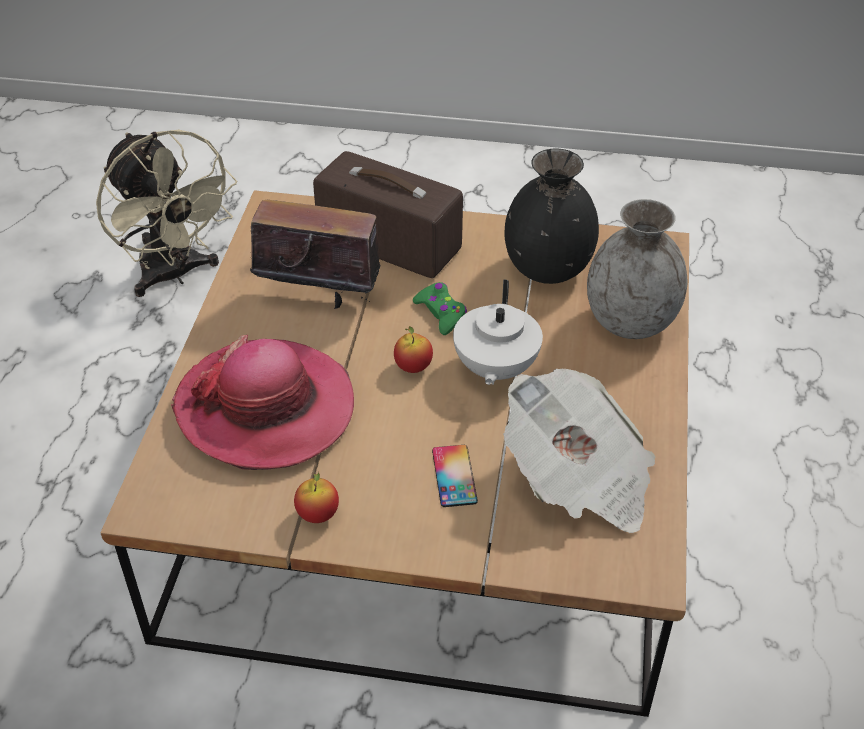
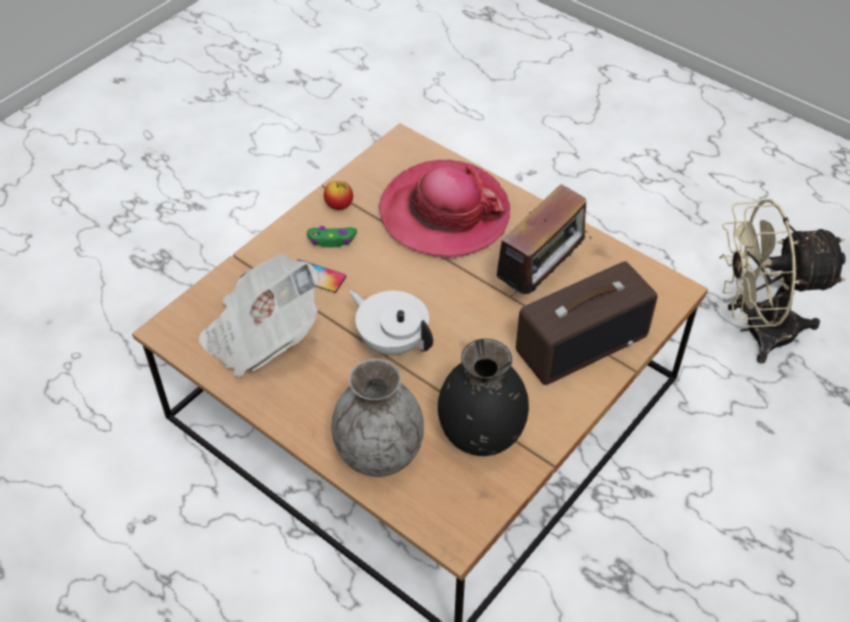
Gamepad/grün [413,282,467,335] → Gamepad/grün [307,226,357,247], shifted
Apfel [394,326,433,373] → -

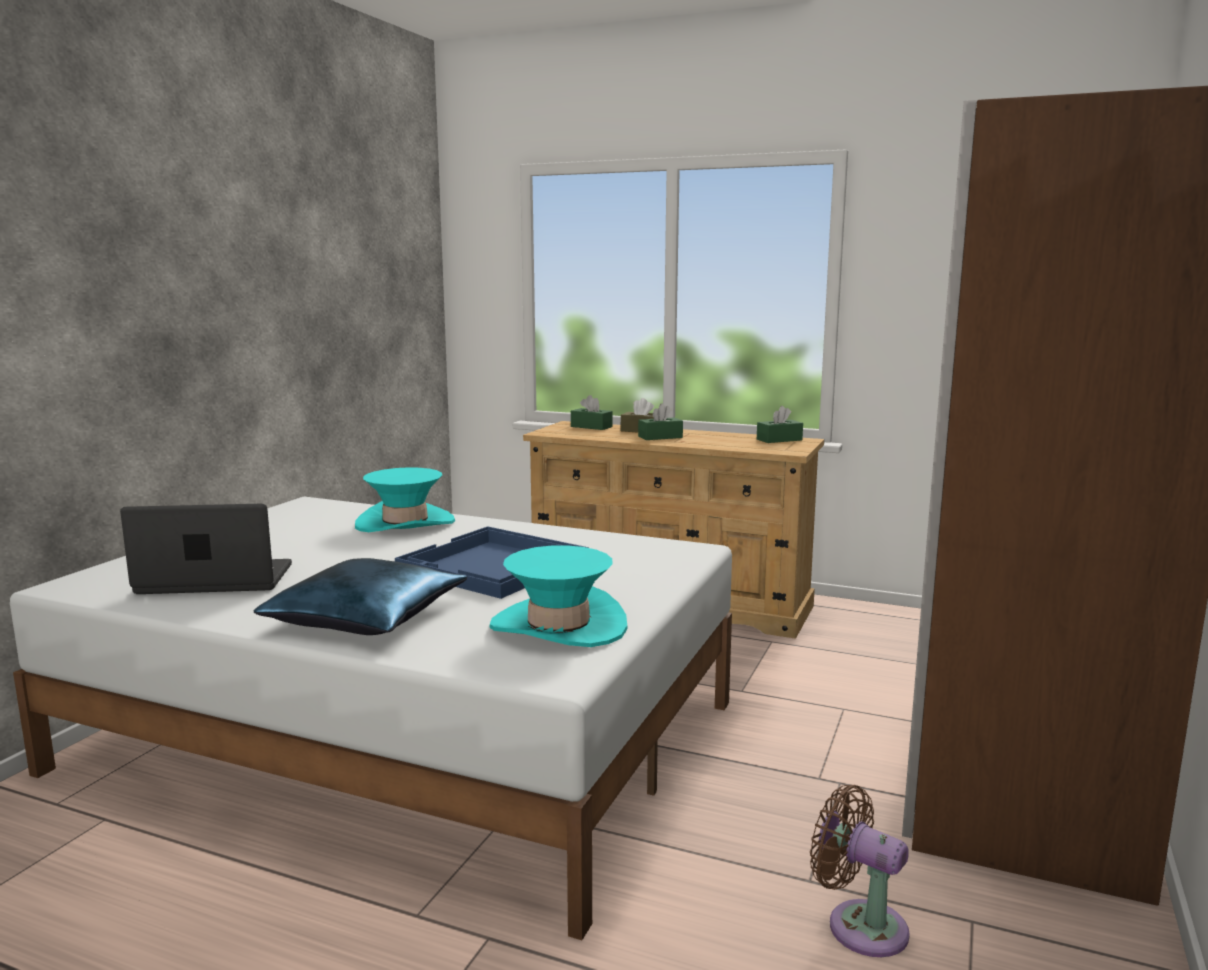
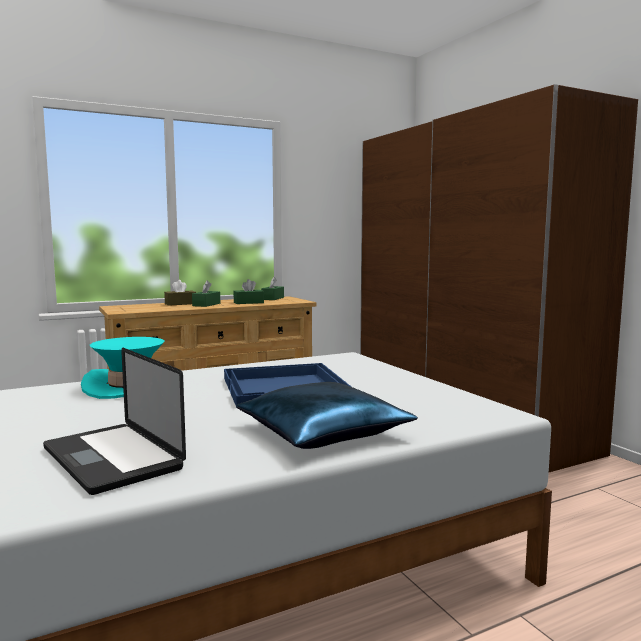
Laptop [120,504,292,594] → Laptop [43,348,186,495], 75 degrees counterclockwise
Taschentuchbox/grün [571,395,613,430] → Taschentuchbox/grün [234,279,264,304], shifted
Hut/türkis [489,545,628,647] → -
Ventilator/braun [810,785,910,957] → -

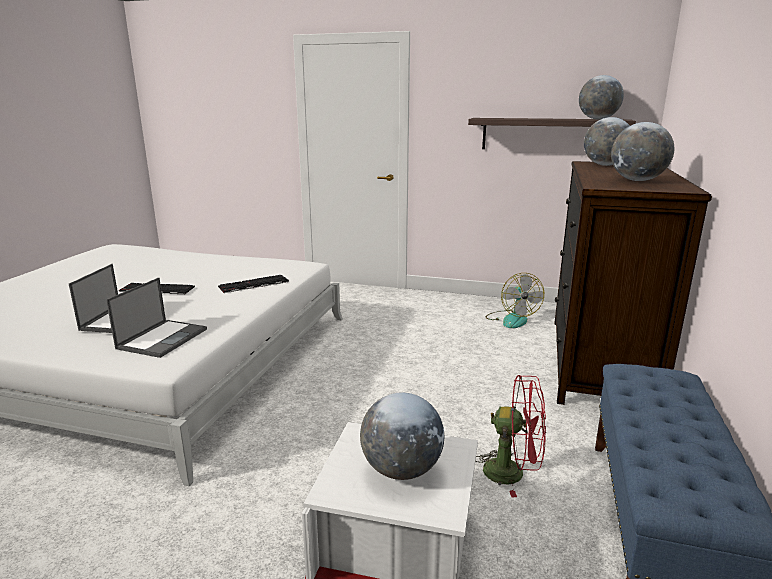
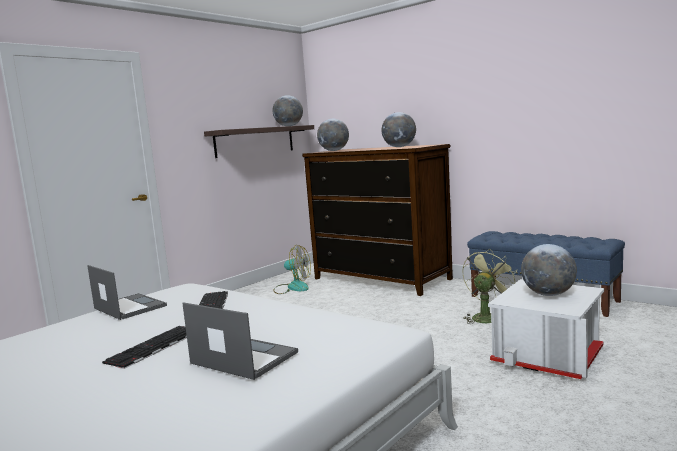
Laptop [106,278,207,358] → Laptop [87,265,167,320], shifted
Ventilator/rot [476,375,546,497] → Ventilator/grün [462,249,517,324]

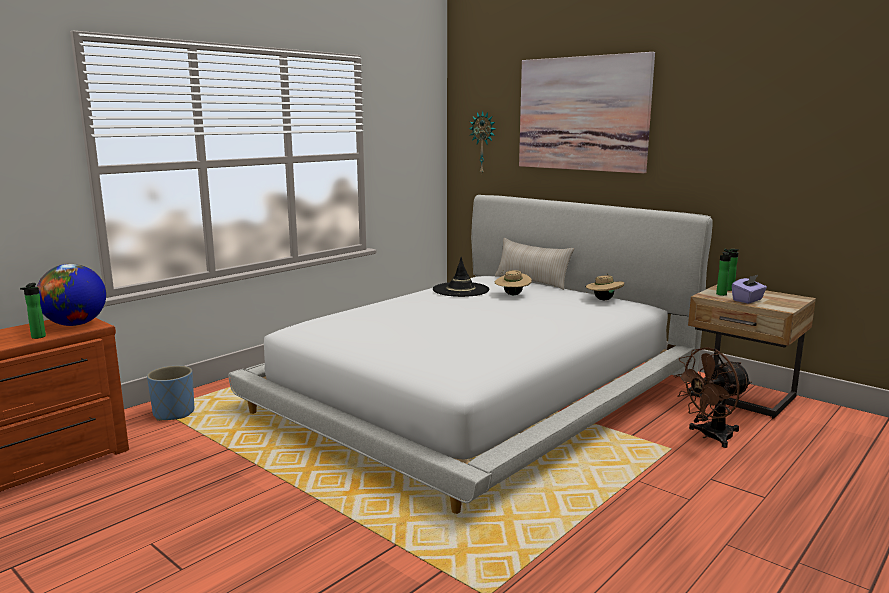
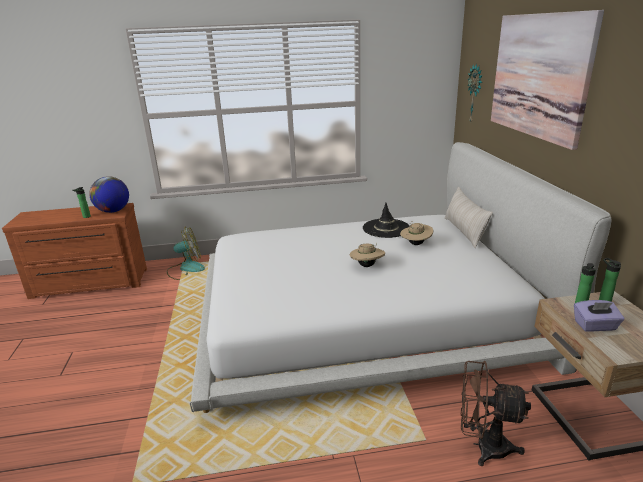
Pflanzkübel/blau [147,366,194,421] → Ventilator [167,227,205,280]
Hut/beige [586,275,624,300] → Hut/beige [350,242,385,267], shifted

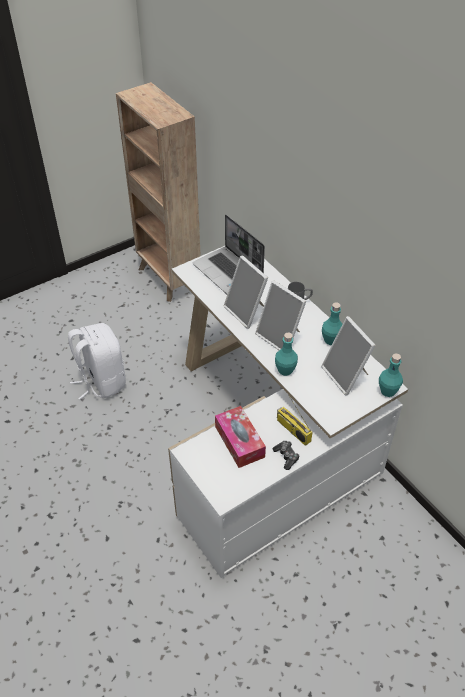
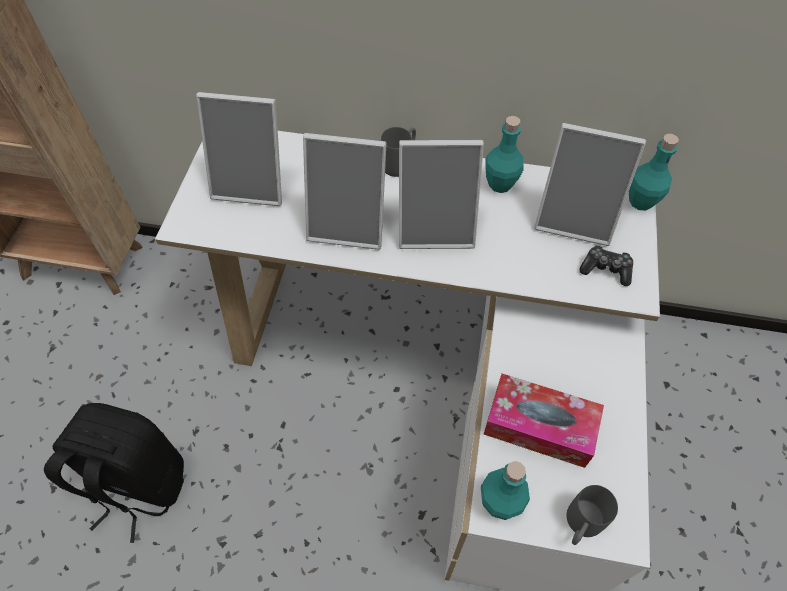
Rucksack/weiß [68,323,126,400] → Rucksack/schwarz [44,403,184,543]
Laptop [193,215,265,294] → Bilderrahmen [196,92,282,206]
Flasche/türkis [275,332,298,376] → Flasche/türkis [481,461,530,520], shifted
- → Henkelbecher/grau [566,485,618,545]
Gamepad [273,441,300,470] → Gamepad [579,245,633,286], shifted
Radio [277,395,312,446] → -

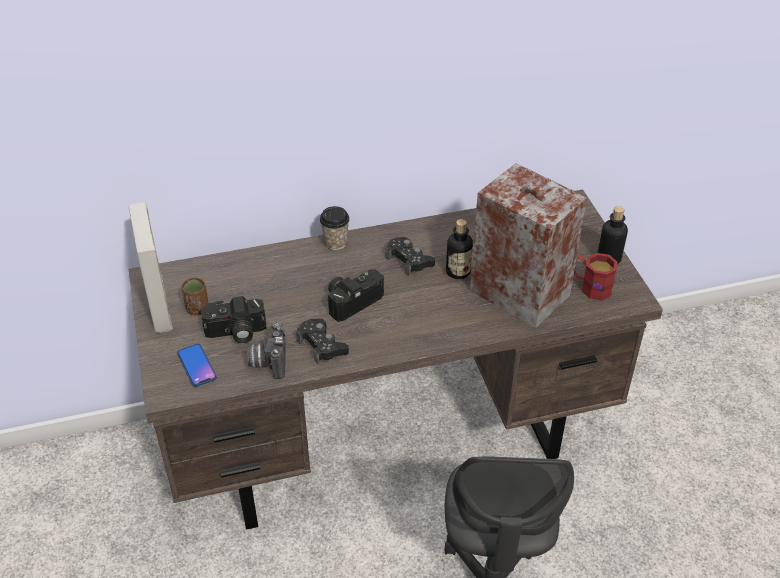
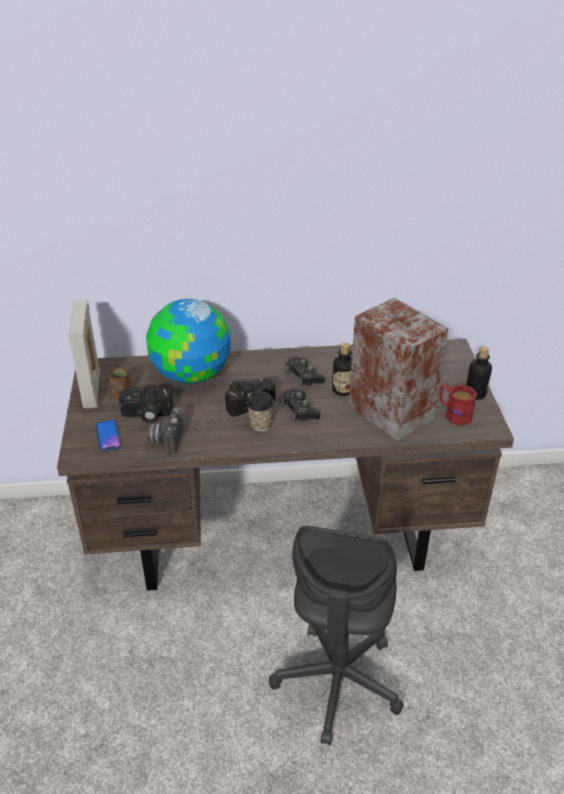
- → Globus [146,299,231,384]
Tasse [320,206,350,250] → Tasse [246,391,274,431], shifted
Gamepad/schwarz [296,319,349,364] → Gamepad/schwarz [279,389,320,424], shifted

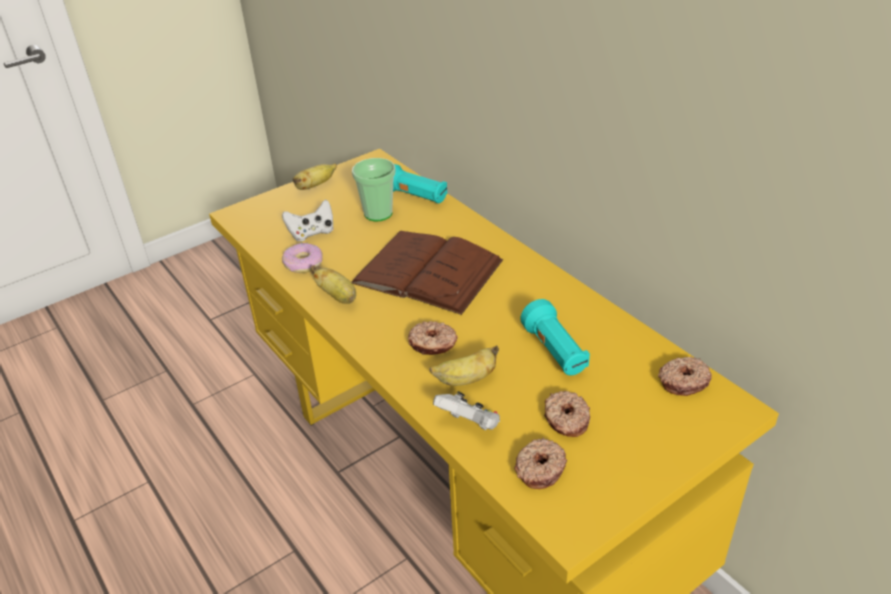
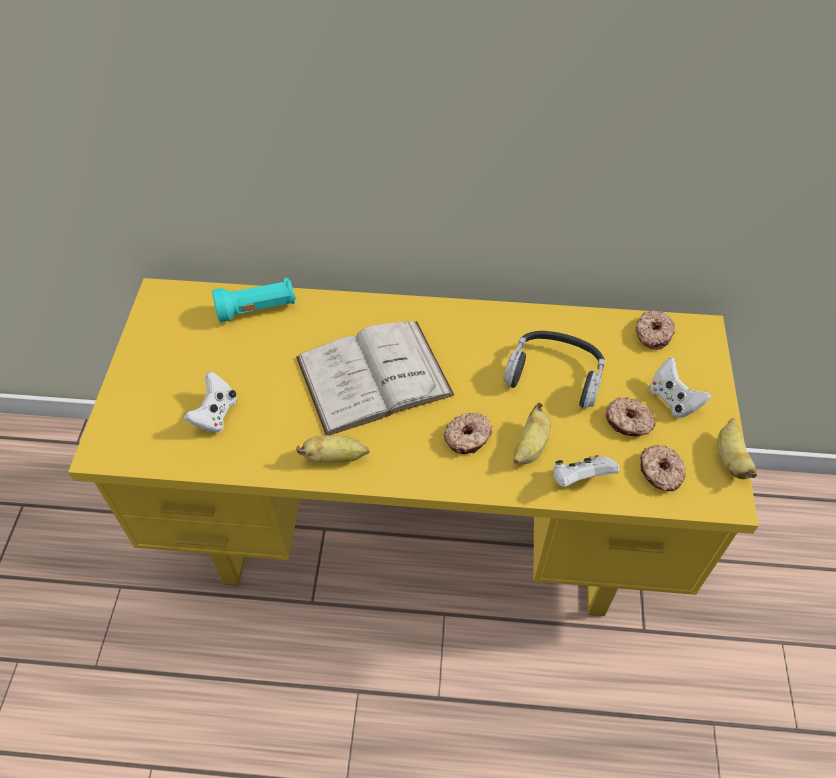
Buch/braun [351,231,503,315] → Buch/weiß [296,321,454,435]
Taschenlampe/türkis [520,299,590,376] → Kopfhörer [503,331,605,409]
- → Gamepad/weiß [649,358,711,419]
Banane [293,163,337,190] → Banane [717,418,757,479], shifted
Donut [282,243,322,273] → -
Tasse [352,158,396,221] → -

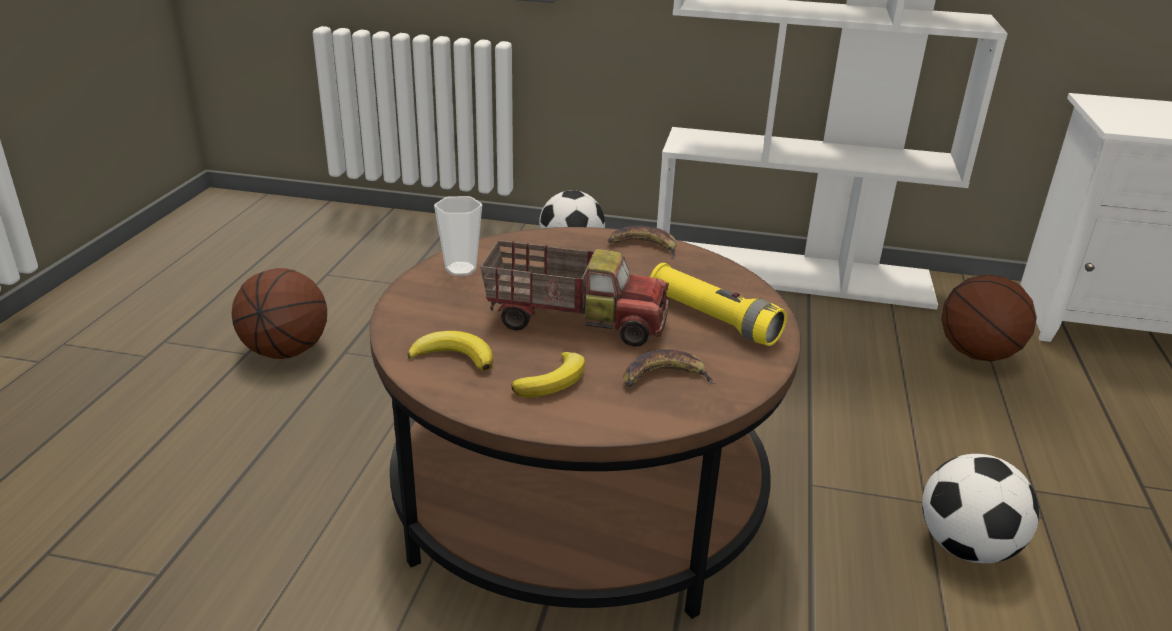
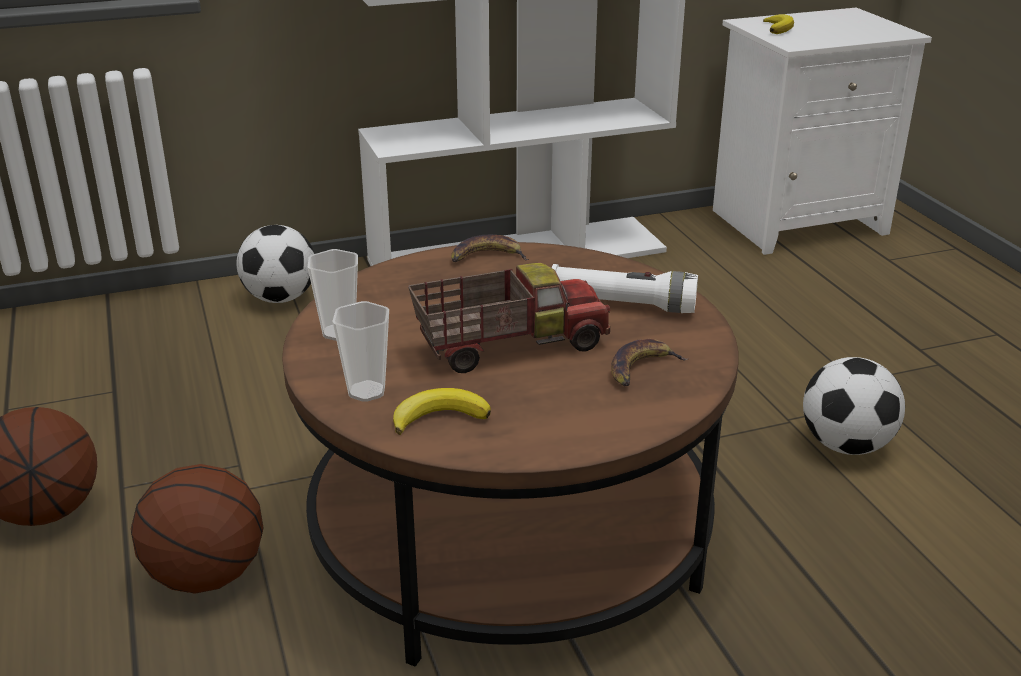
Basketball [941,274,1037,362] → Basketball [131,464,263,594], shifted
- → Tasse [332,301,389,402]
Taschenlampe/gelb [650,263,787,346] → Taschenlampe/weiß [552,264,698,313]
Banane [511,352,585,397] → Banane [763,14,794,34], shifted

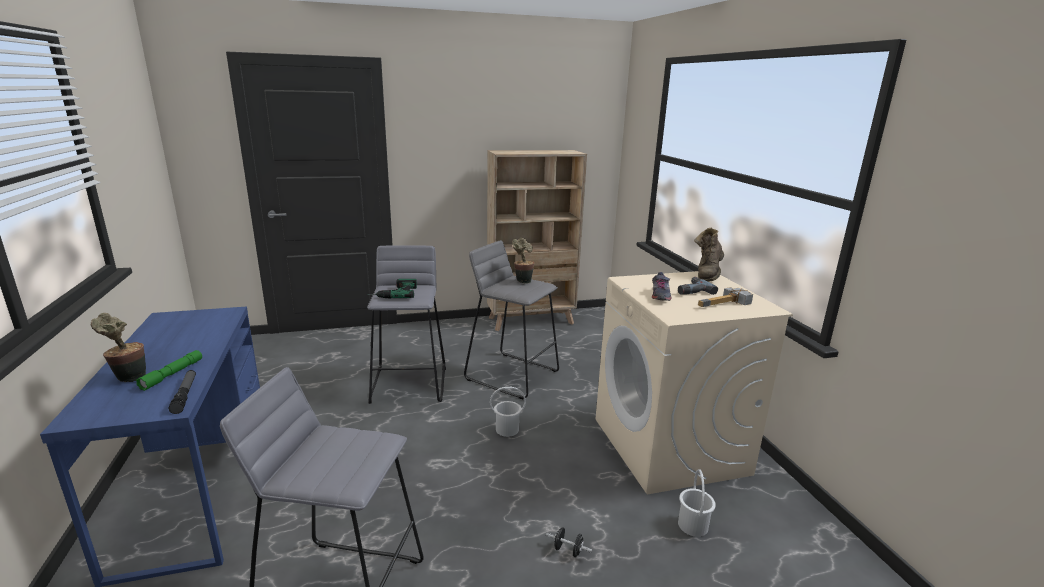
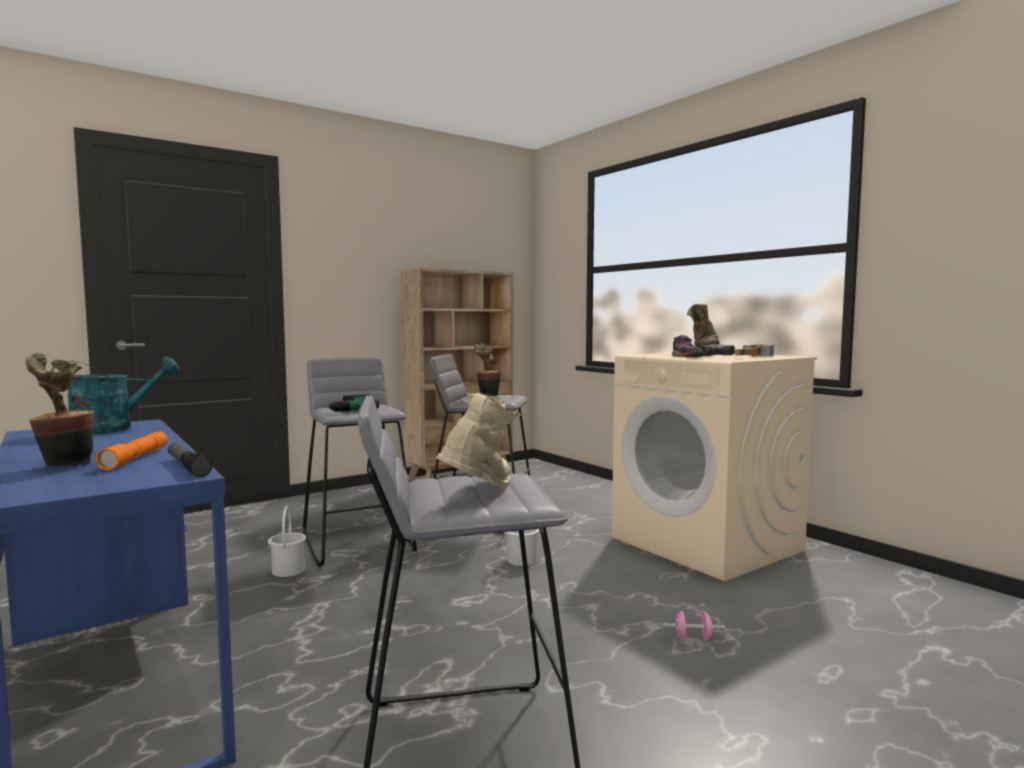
- → Gießkanne/türkis [51,356,180,435]
Taschenlampe/grün [136,350,202,391] → Taschenlampe/orange [95,432,168,470]
Eimer/weiß [678,469,716,537] → Eimer/weiß [268,505,306,577], shifted
- → Stiefel/beige [436,393,521,488]
Hantel/schwarz [546,527,592,557] → Hantel/rosa [663,611,725,641]

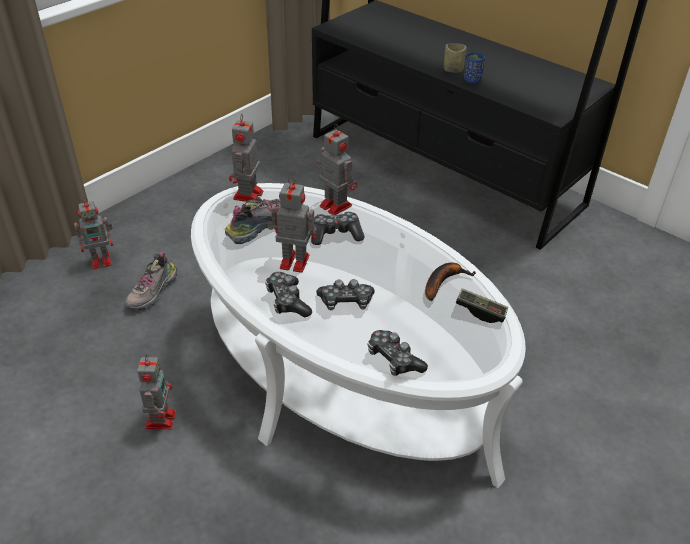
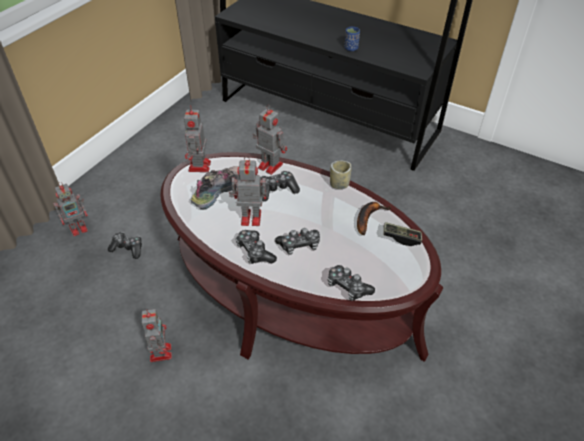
Schuh [125,252,177,310] → Gamepad [108,232,142,259]
Couchtisch/weiß [191,183,526,488] → Couchtisch/braun [161,152,443,362]
Tasse [444,43,467,73] → Tasse [330,161,352,189], shifted

